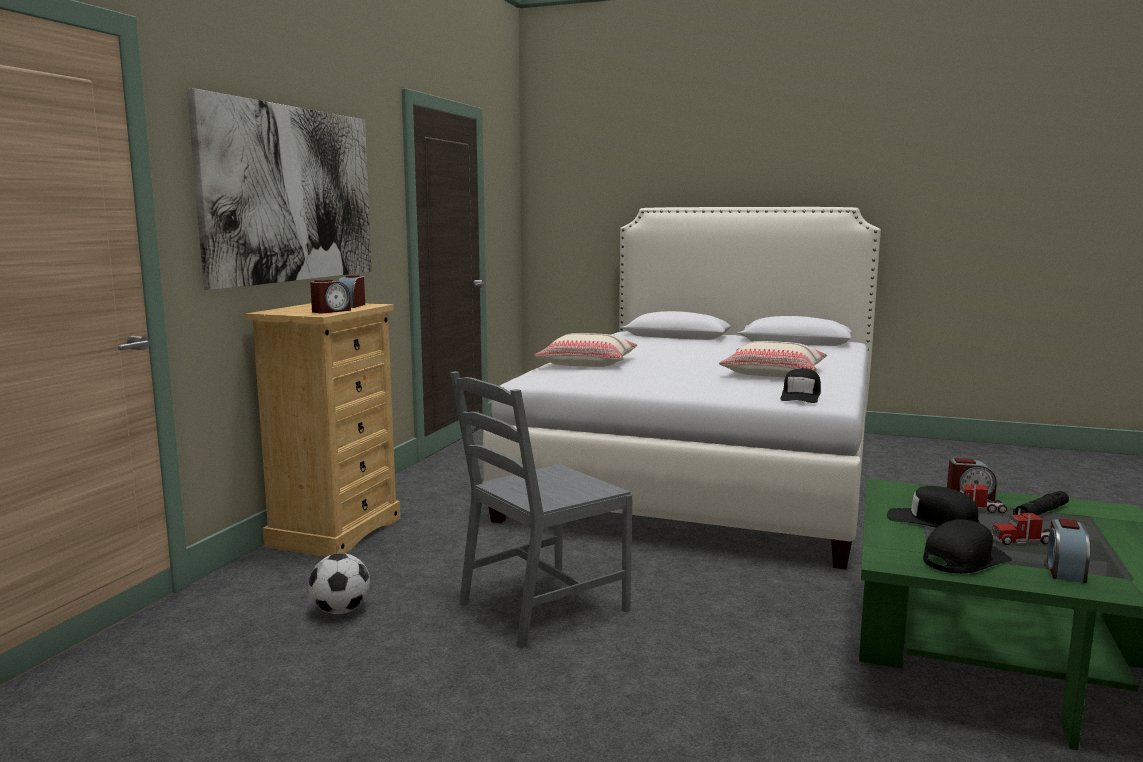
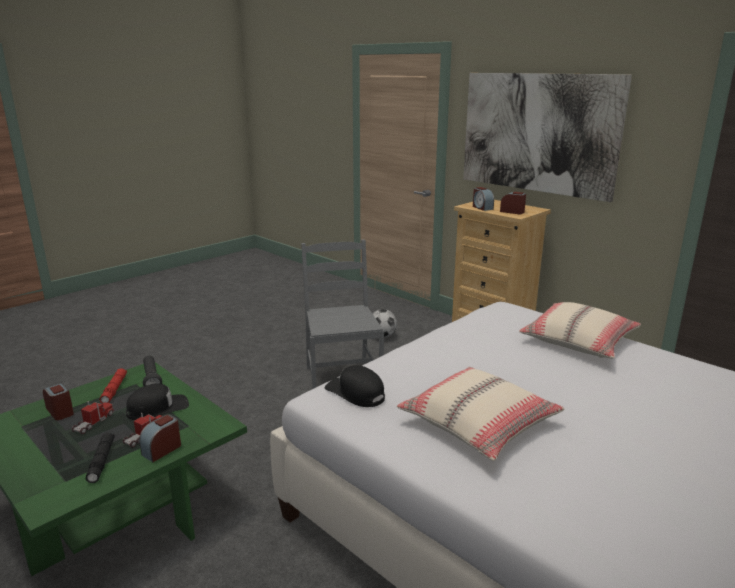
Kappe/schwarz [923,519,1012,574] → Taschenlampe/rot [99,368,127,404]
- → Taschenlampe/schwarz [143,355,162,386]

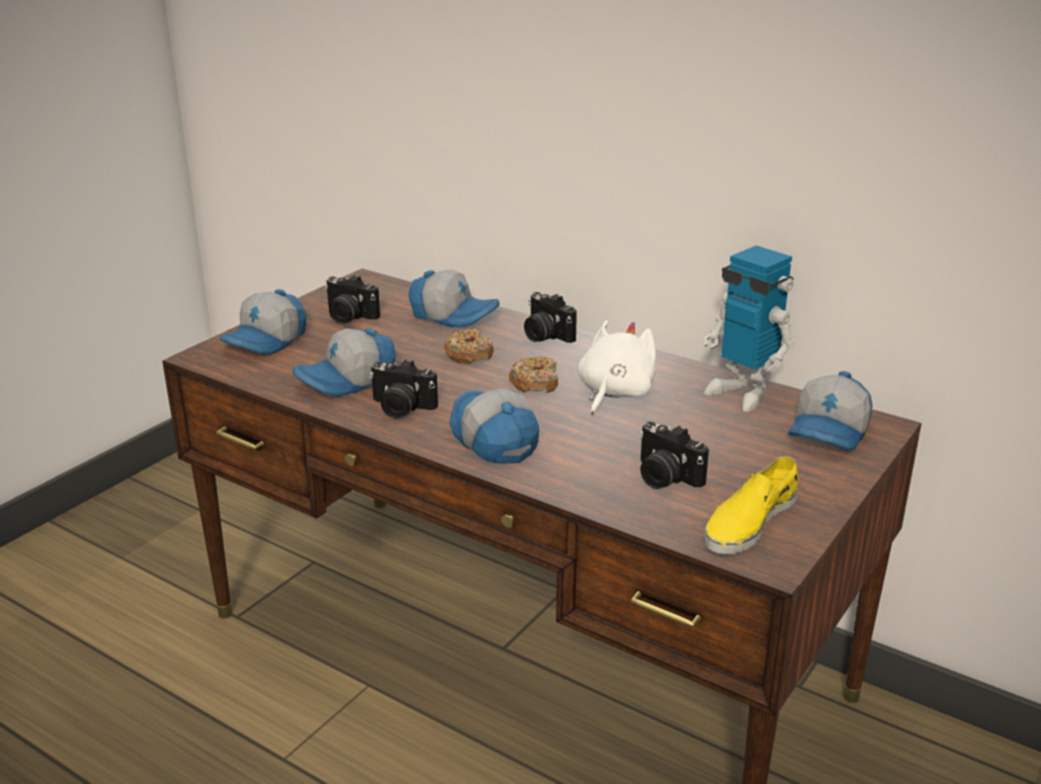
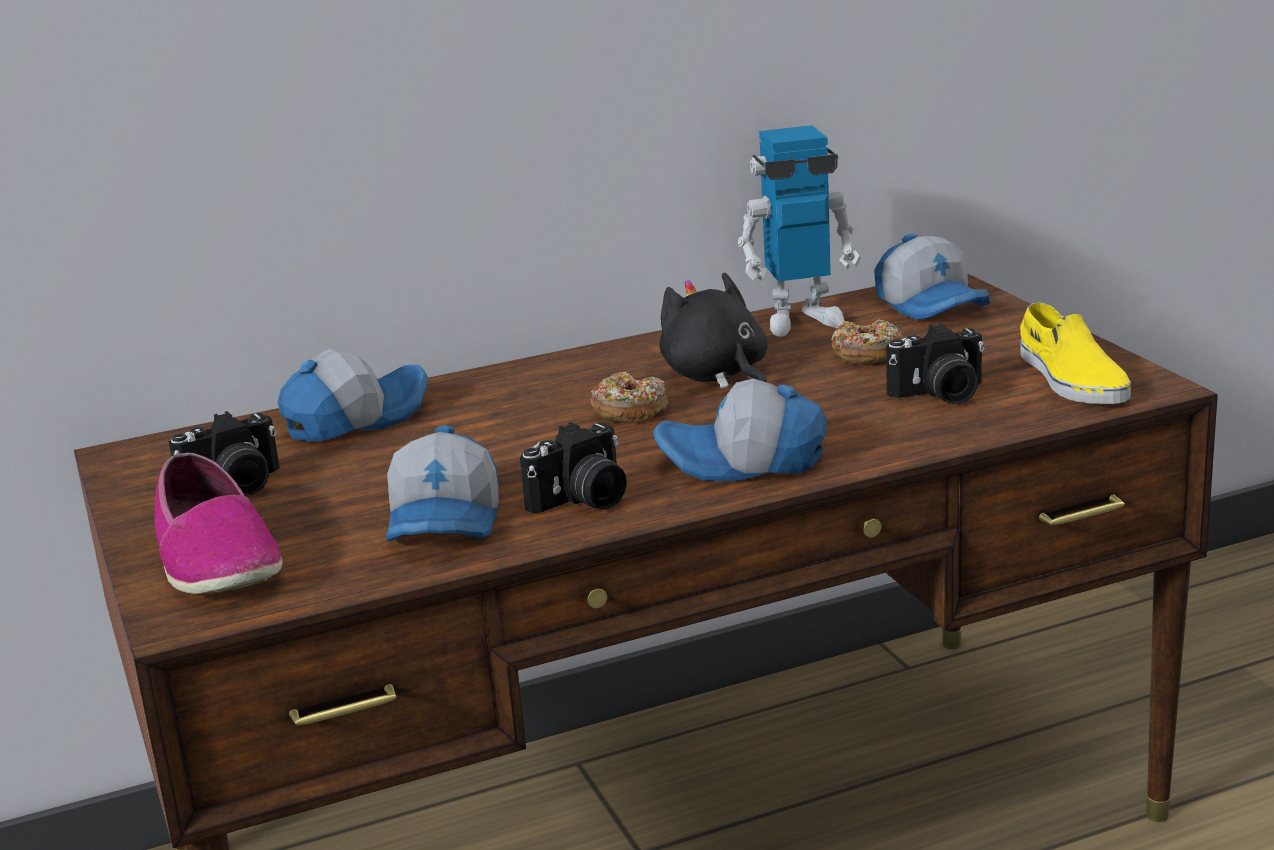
Kappe [220,289,306,355] → Schuh [154,453,283,594]
Plüschtier/weiß [578,320,656,415] → Plüschtier/schwarz [659,272,768,389]
Donut [444,328,493,364] → Donut [832,319,903,366], shifted
Kamera [524,292,577,343] → -

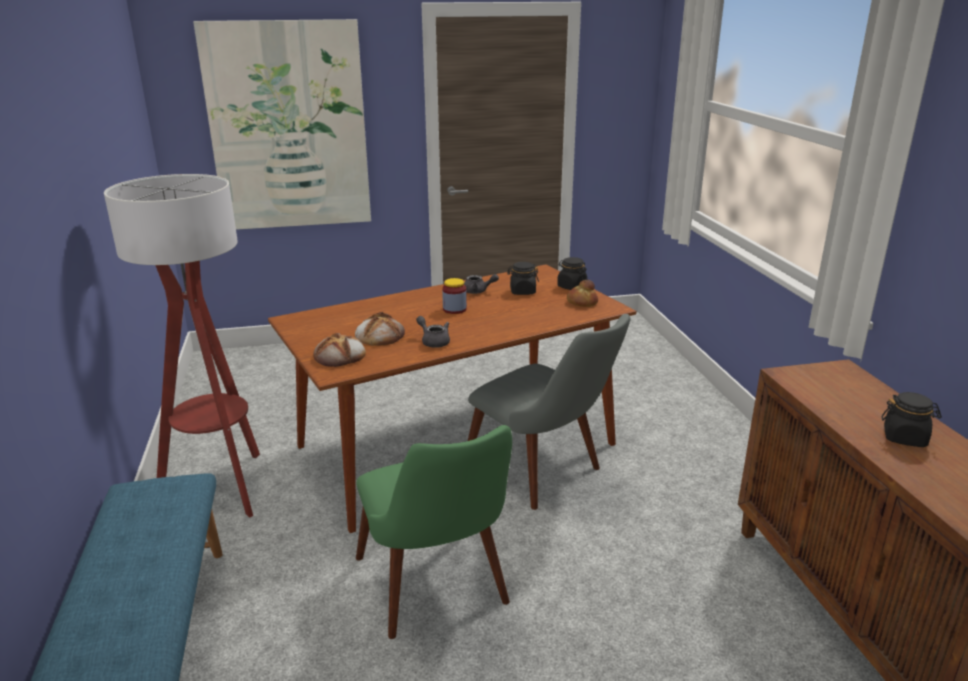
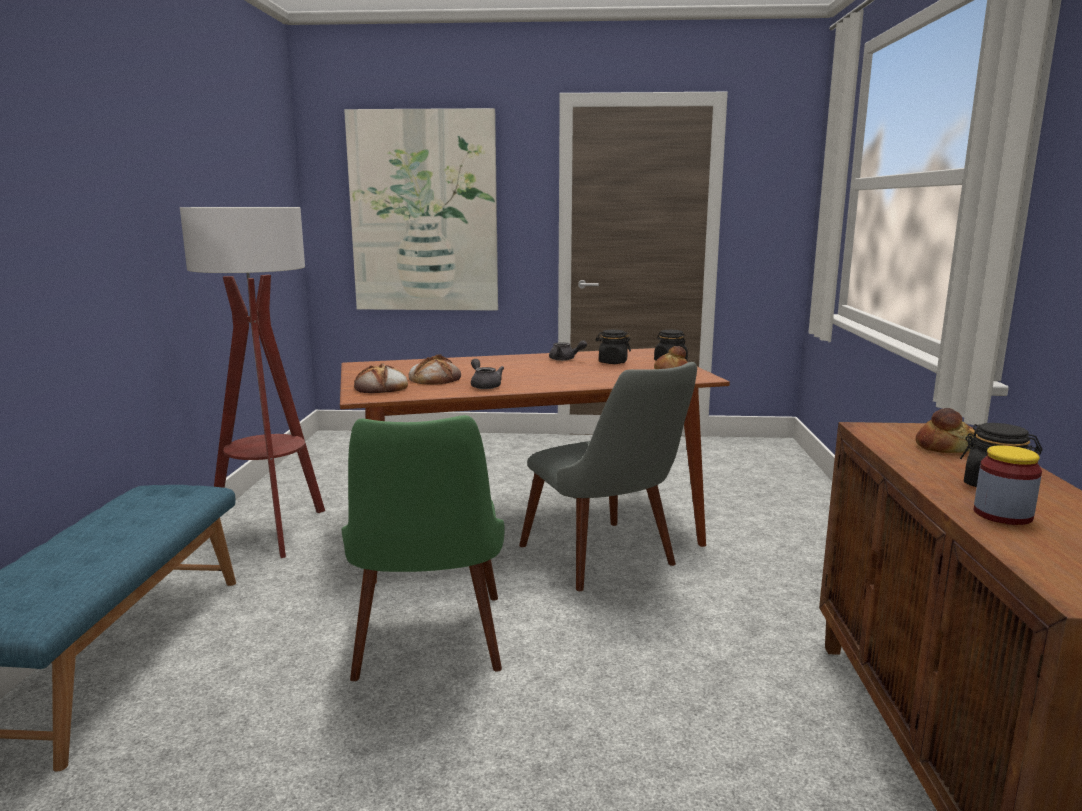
- → Brot [916,408,976,453]
Vorratsglas [442,278,467,314] → Vorratsglas [973,445,1042,525], shifted

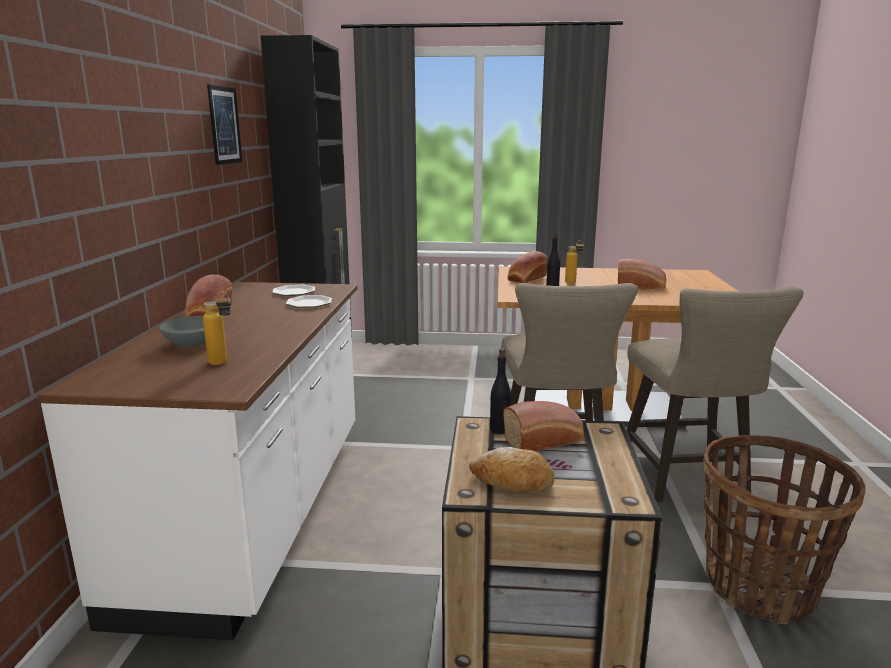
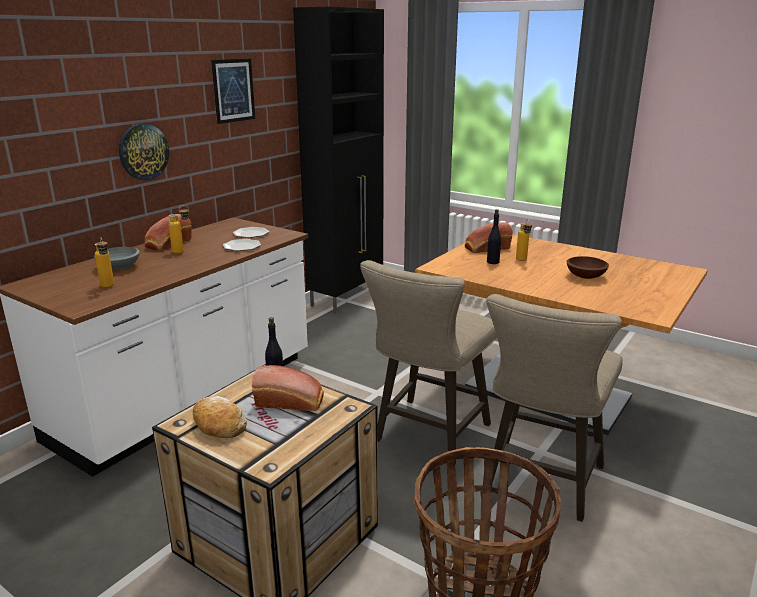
- → Wanduhr [119,123,169,180]
- → Flasche [168,205,189,254]
Brot [618,259,667,290] → Schüssel/braun [567,256,609,279]

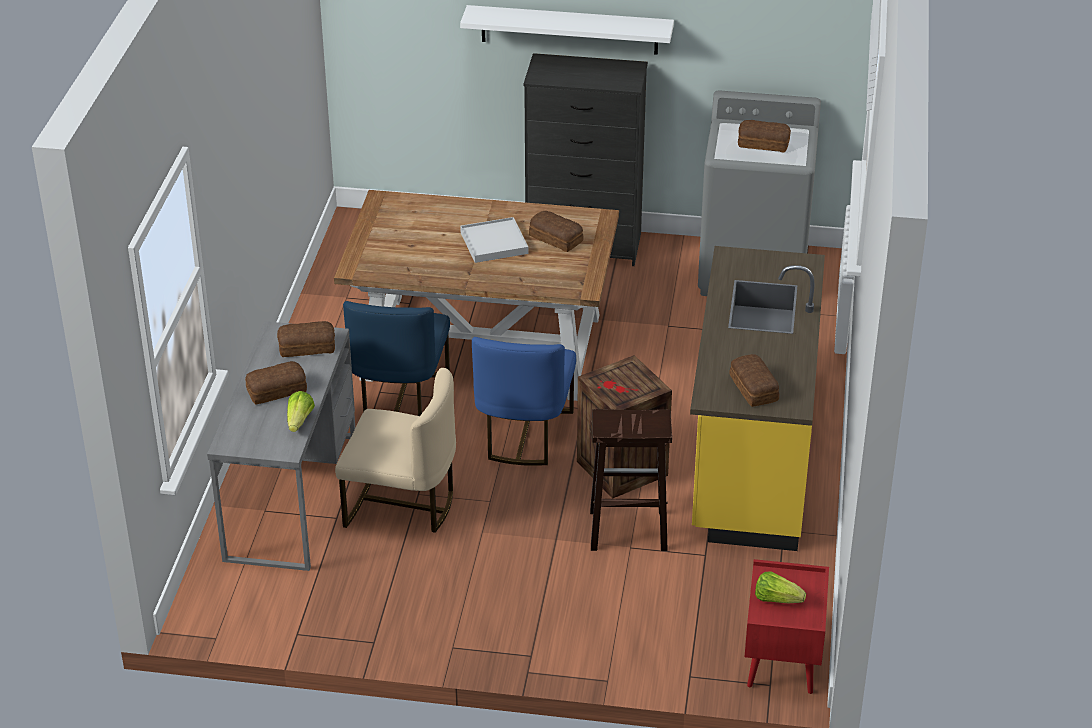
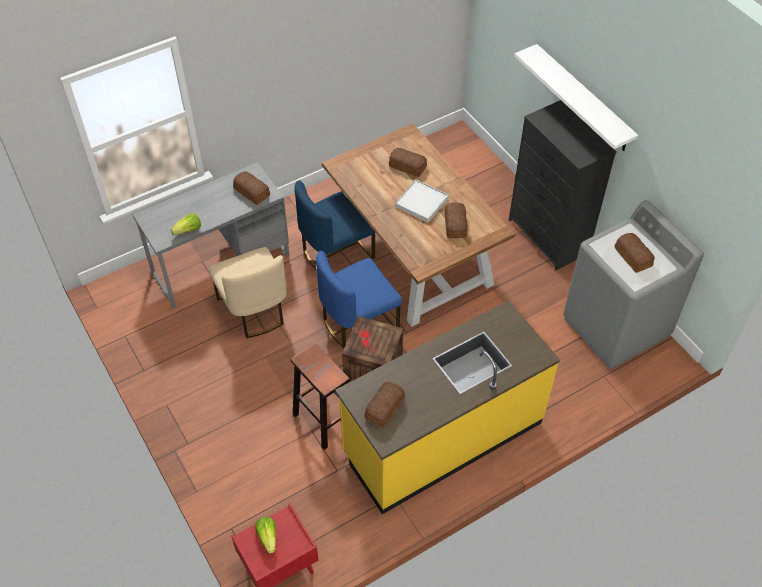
Brot [245,361,307,405] → Brot [389,148,427,177], shifted

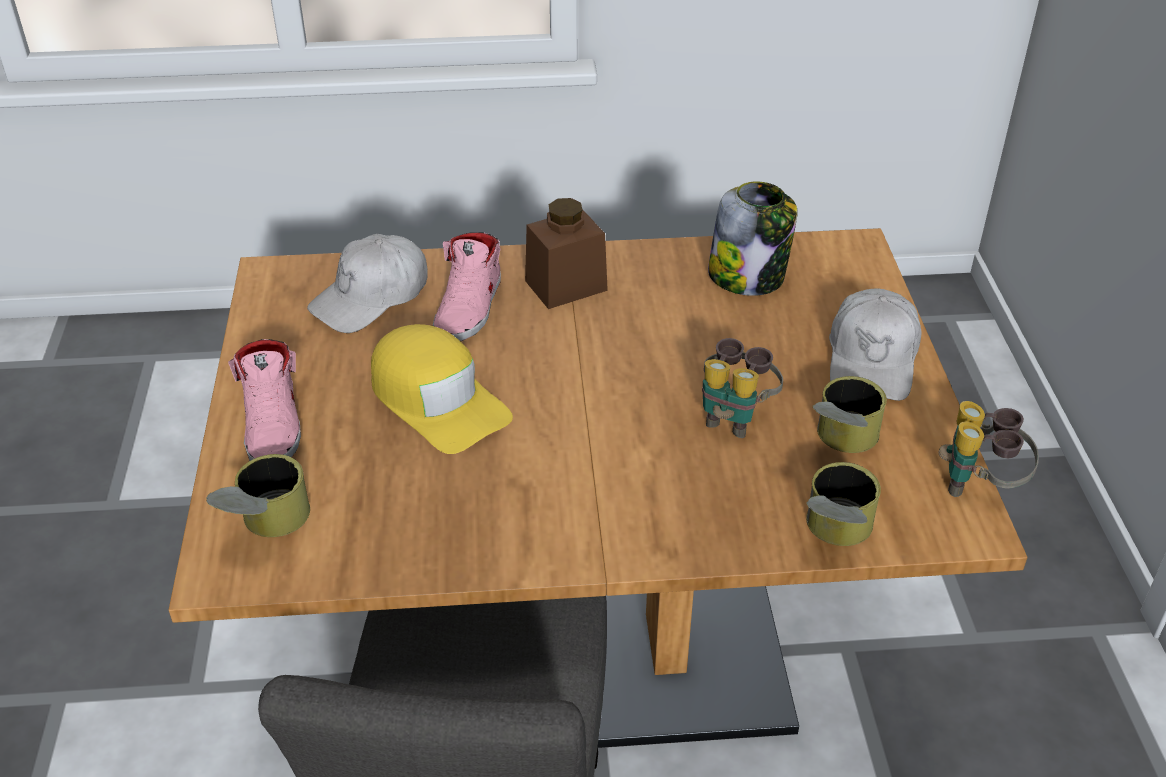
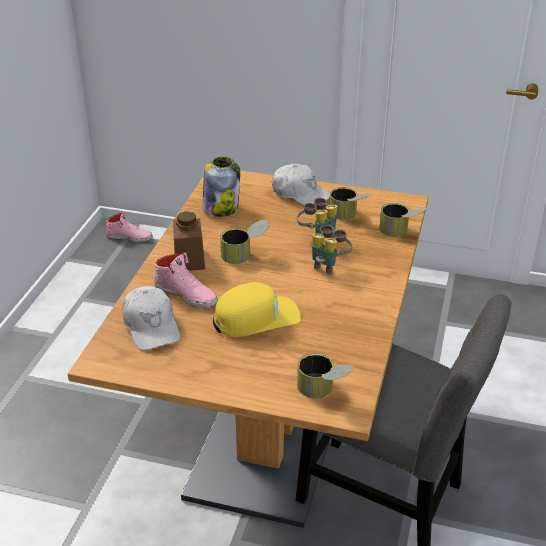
Schuh/rosa [228,339,301,461] → Schuh/rosa [106,212,153,242], shifted
- → Dose [220,220,269,264]
Fernglas [939,401,1039,497] → Fernglas [312,225,352,275], shifted

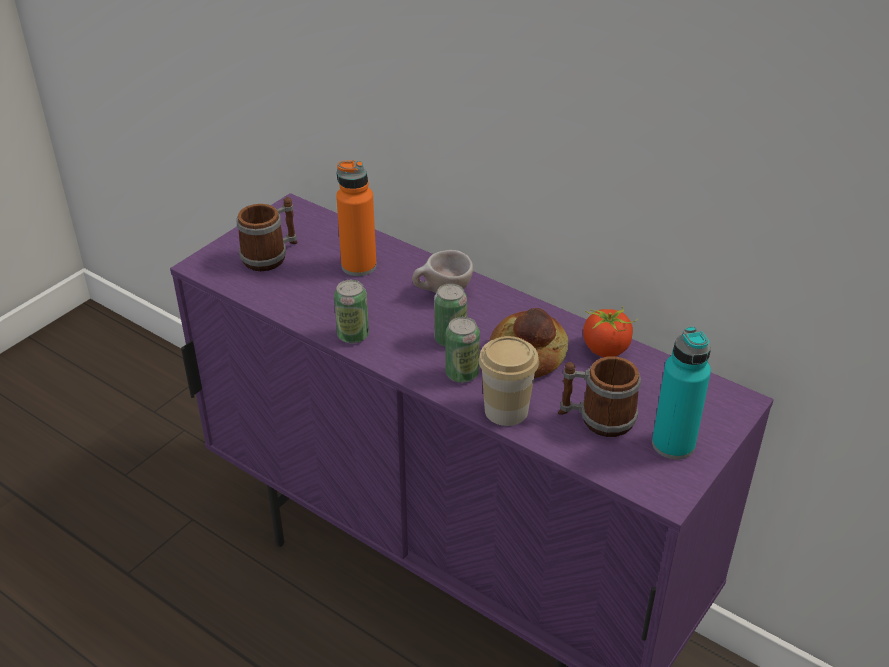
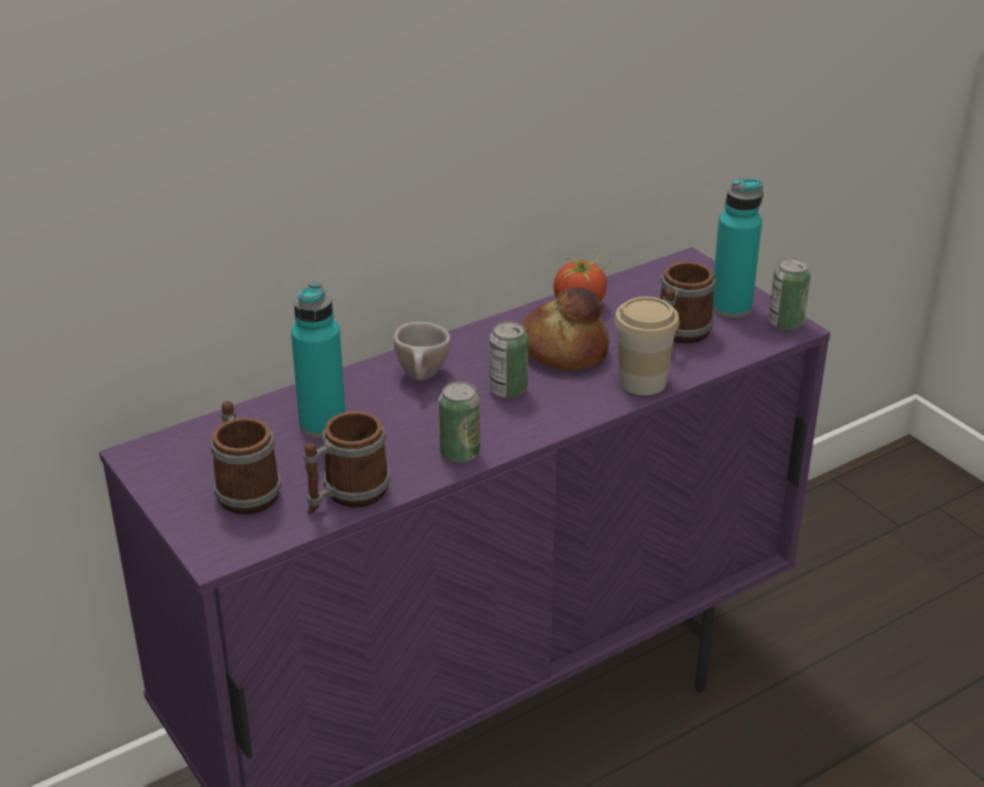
Flasche/orange [336,160,377,276] → Flasche/türkis [291,283,345,438]
- → Henkelbecher [303,411,390,514]
Dose [446,317,480,383] → Dose [768,257,811,330], shifted

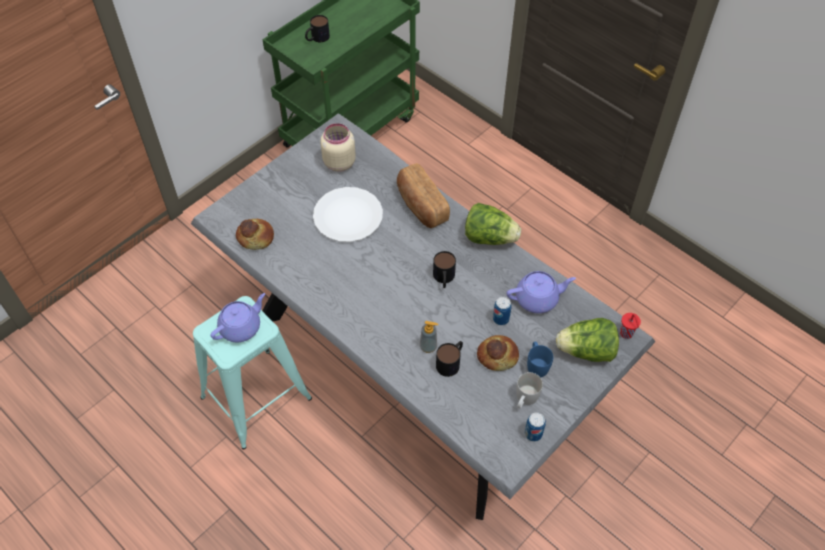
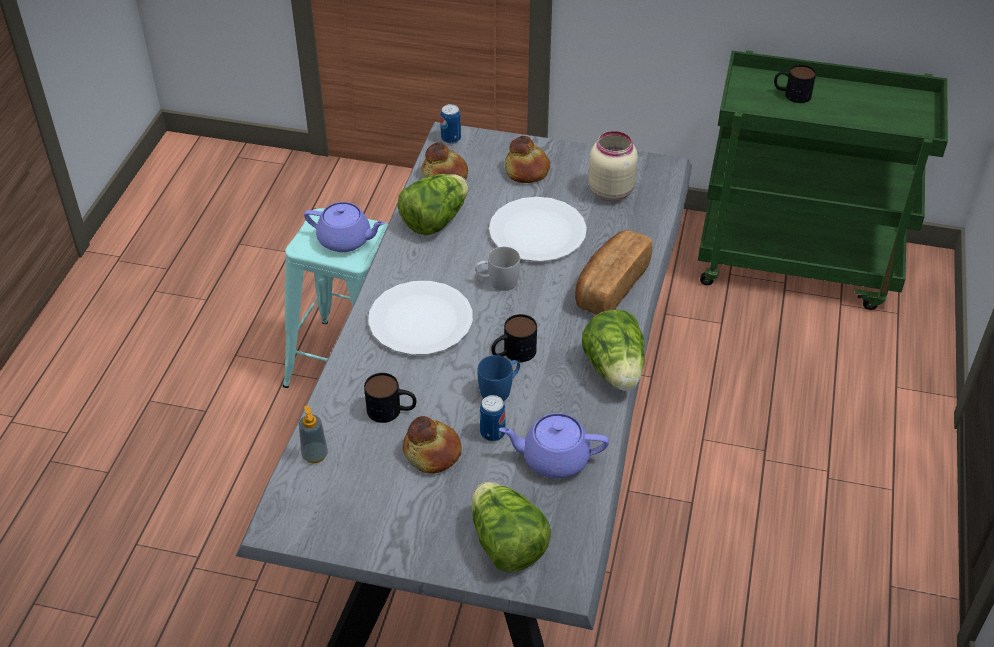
Seifenspender [420,321,438,353] → Seifenspender [299,405,328,464], shifted
- → Teller/weiß [368,281,473,355]
- → Salatkopf [398,174,469,235]
Dose [524,412,546,442] → Dose [440,104,461,144], shifted
Henkelbecher/weiß [516,372,543,408] → Henkelbecher/weiß [475,247,520,291], shifted
Henkelbecher/blau [527,342,553,377] → Henkelbecher/blau [478,355,520,401], shifted
Teekanne/lila [507,271,576,313] → Teekanne/lila [499,413,609,478], 135 degrees clockwise
- → Brot [504,136,550,183]
Tasse/rot [620,313,641,339] → -

